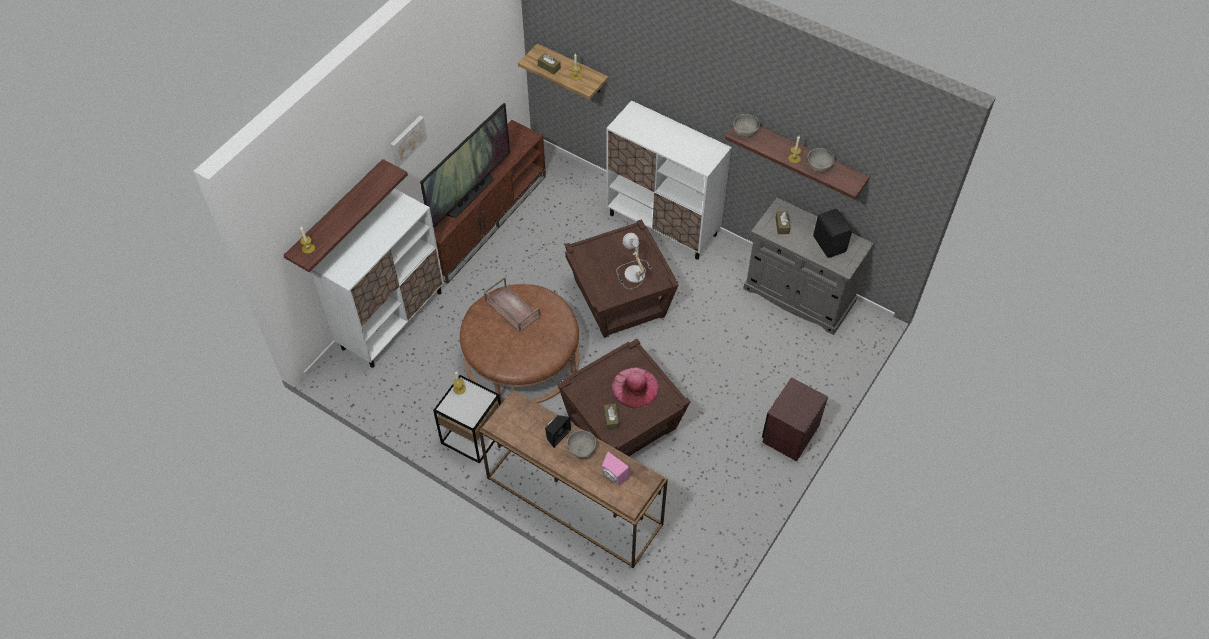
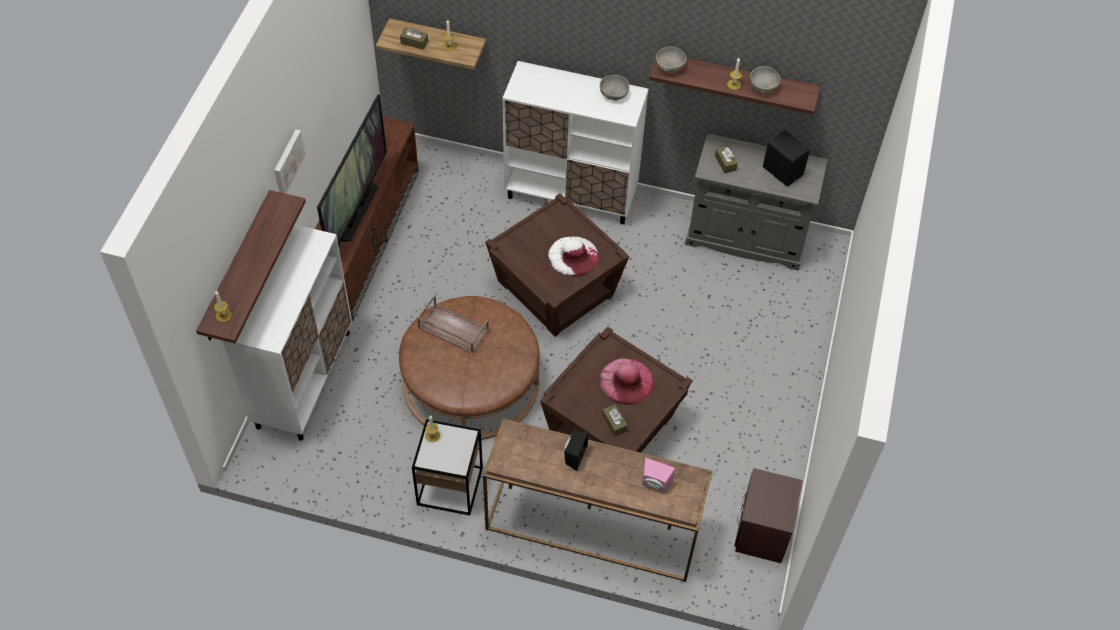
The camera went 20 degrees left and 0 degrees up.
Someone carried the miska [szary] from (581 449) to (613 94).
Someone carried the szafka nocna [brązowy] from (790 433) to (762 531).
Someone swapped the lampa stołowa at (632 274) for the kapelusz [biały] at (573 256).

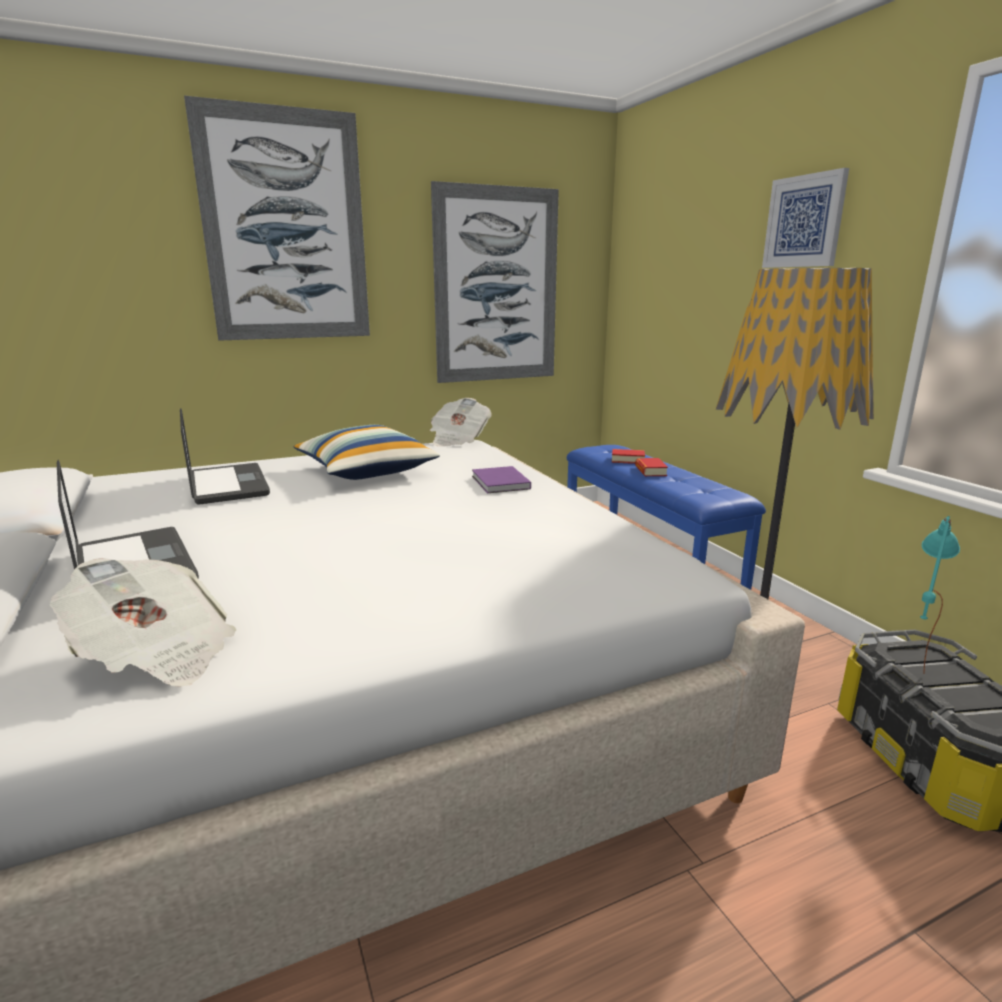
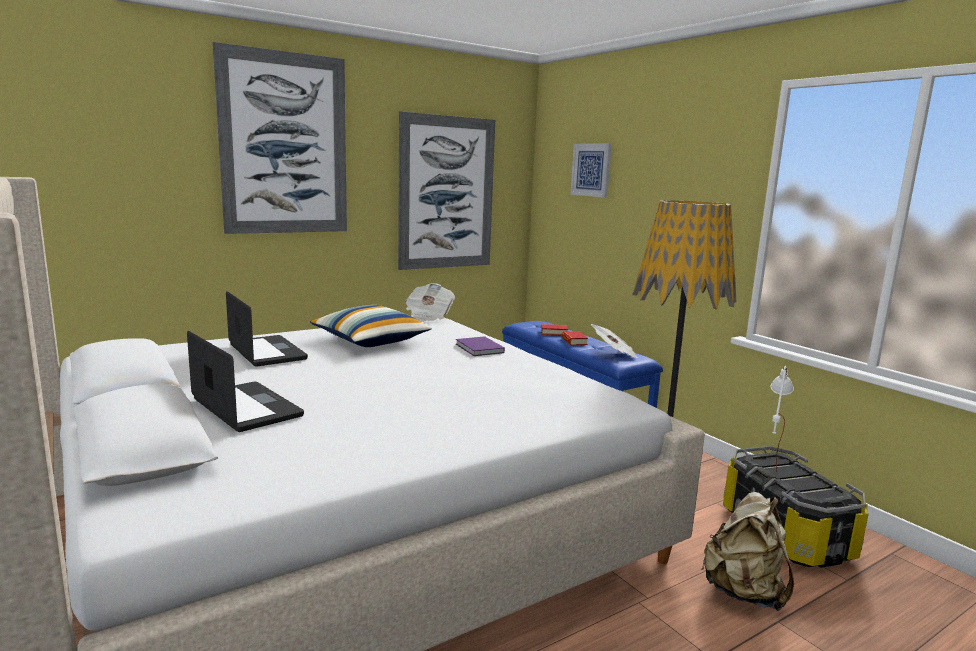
The camera went 10 degrees left and 5 degrees down.
Someone put down the plecak [beżowy] at (743 592).
Someone carried the gazeta from (156 654) to (614 354).
Someone carried the obraz from (804 221) to (591 170).
Someone repainted the lampa stołowa [turkusowy] at (913 654), which became the lampa stołowa [biały] at (769 461).

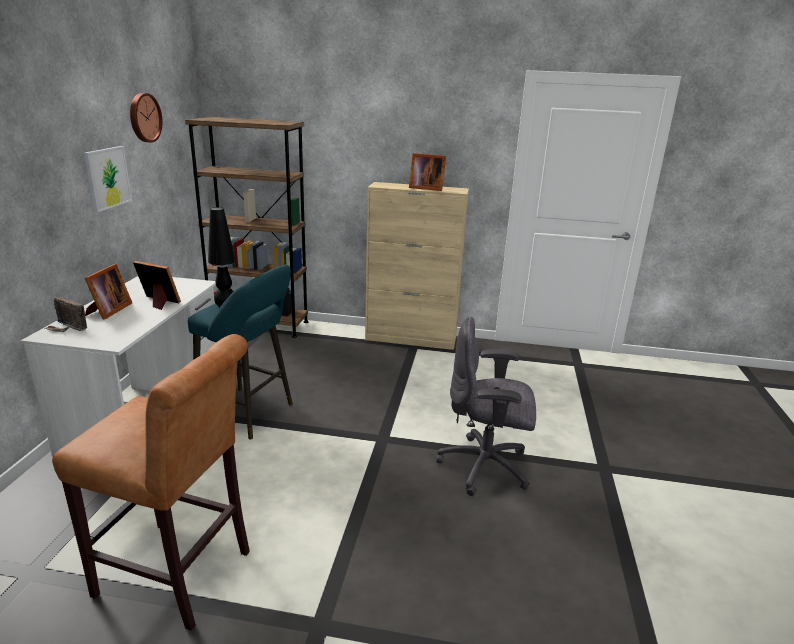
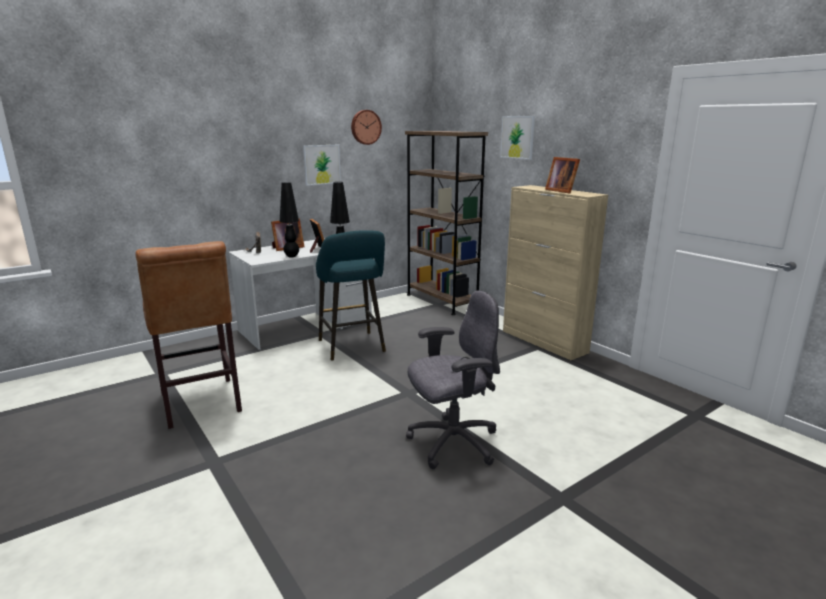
The camera went 45 degrees right and 5 degrees down.
Someone put down the lampa stołowa [czarny] at (291 256).
Someone put up the obraz at (517 137).
Someone rotated the krzesło biurowe [szary] at (485 467) by 105 degrees clockwise.

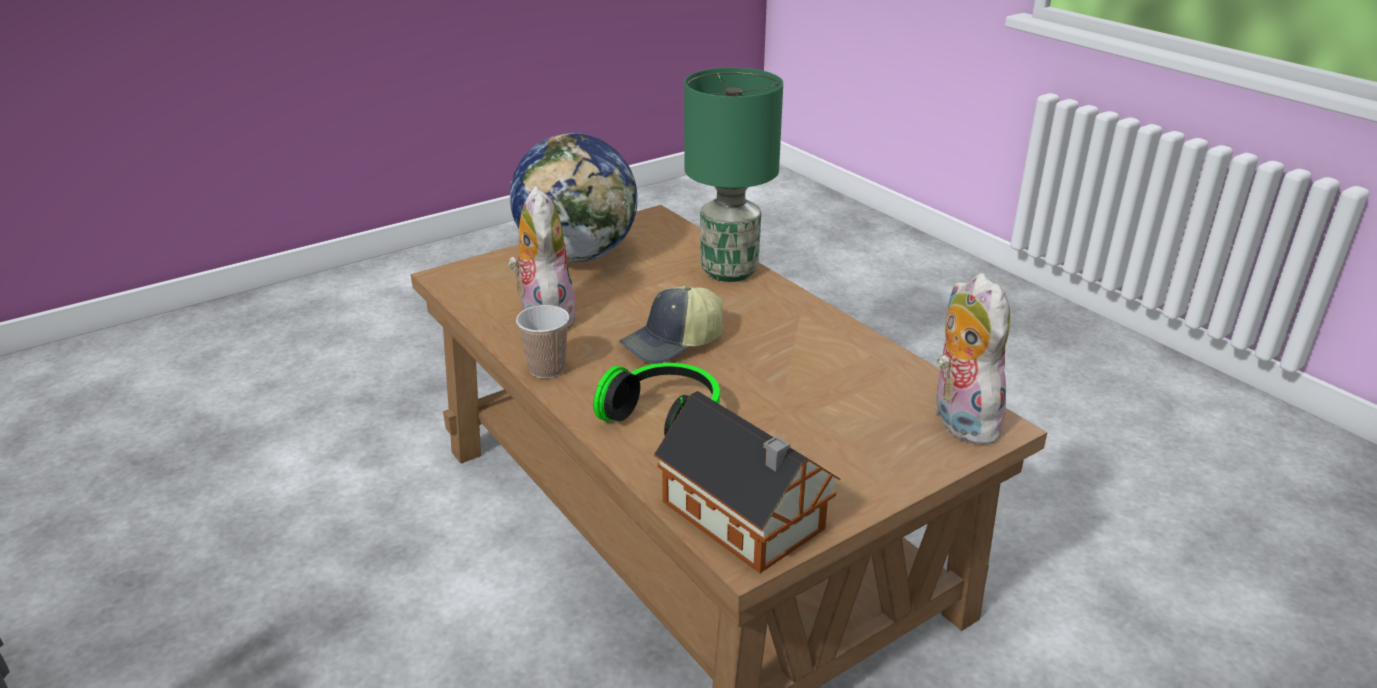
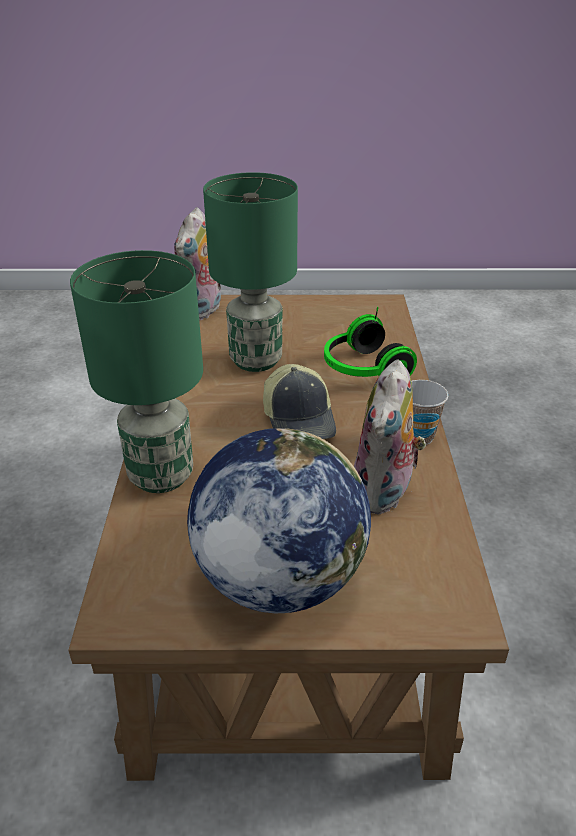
The camera went 145 degrees left and 5 degrees up.
Someone took away the domek at (746 519).
Someone put down the lampa stołowa [zielony] at (255 360).
Someone rotated the czapka z daszkiem at (673 343) by 75 degrees clockwise.

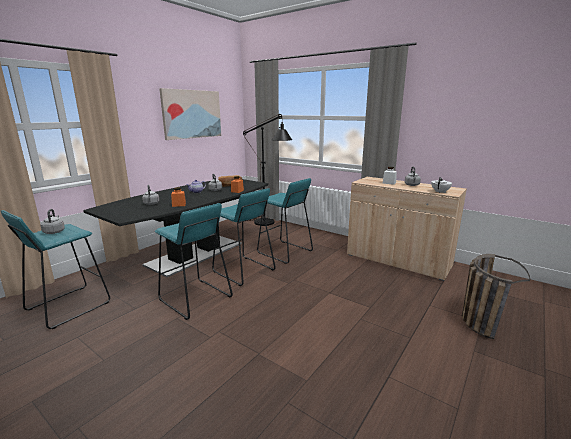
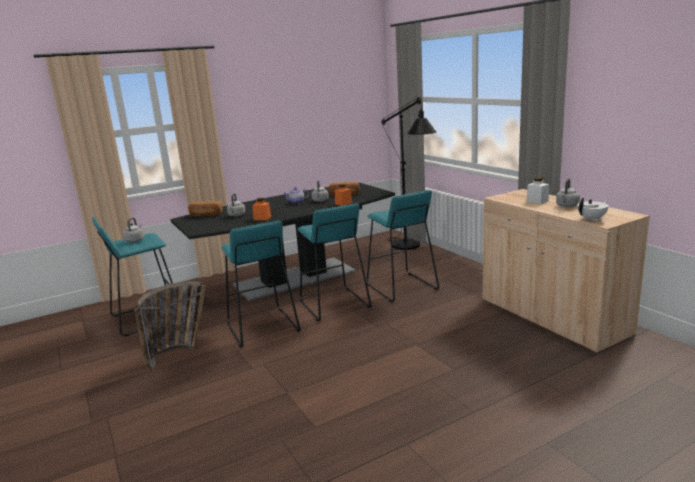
The camera went 25 degrees right and 0 degrees up.
Someone took away the obraz at (192 114).
Someone put down the chleb at (206 215).
Someone carried the koszyk from (478 319) to (179 352).

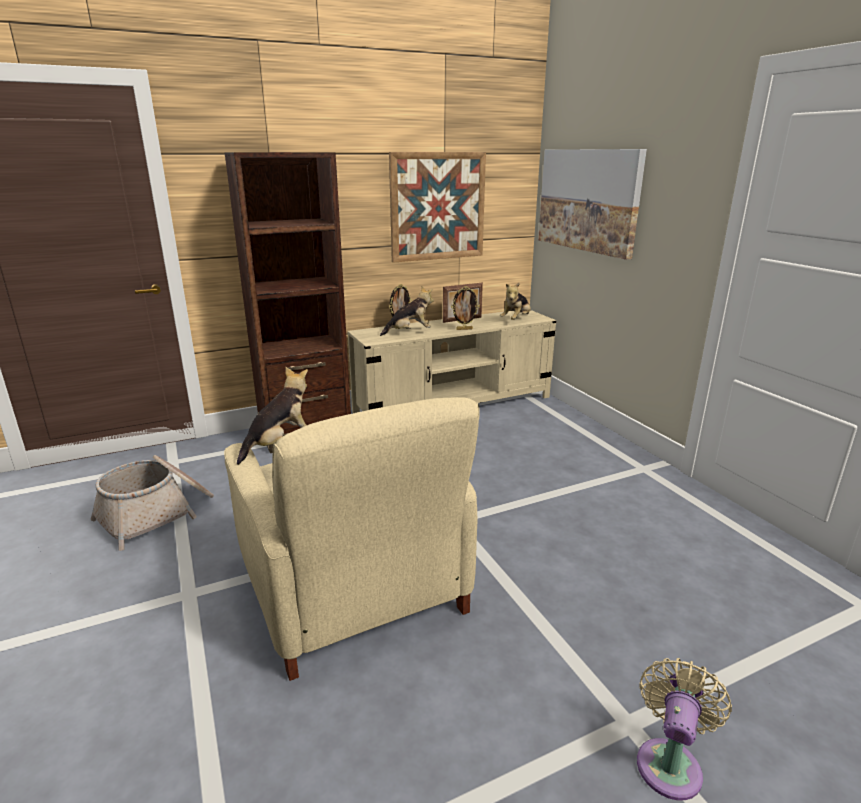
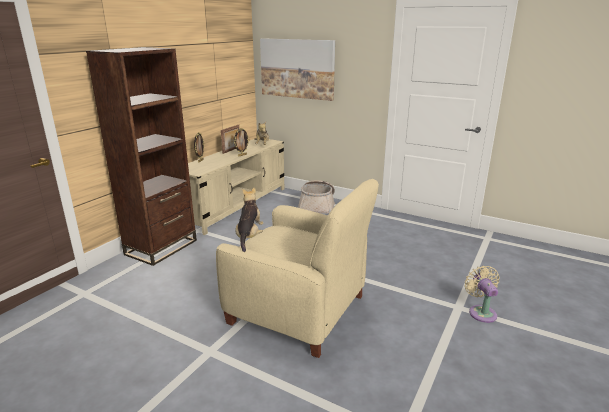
The camera went 35 degrees left and 0 degrees up.
Someone took away the pluszak at (409 332).
Someone took away the obraz at (437 206).
Someone carried the koszyk from (158 514) to (317 207).

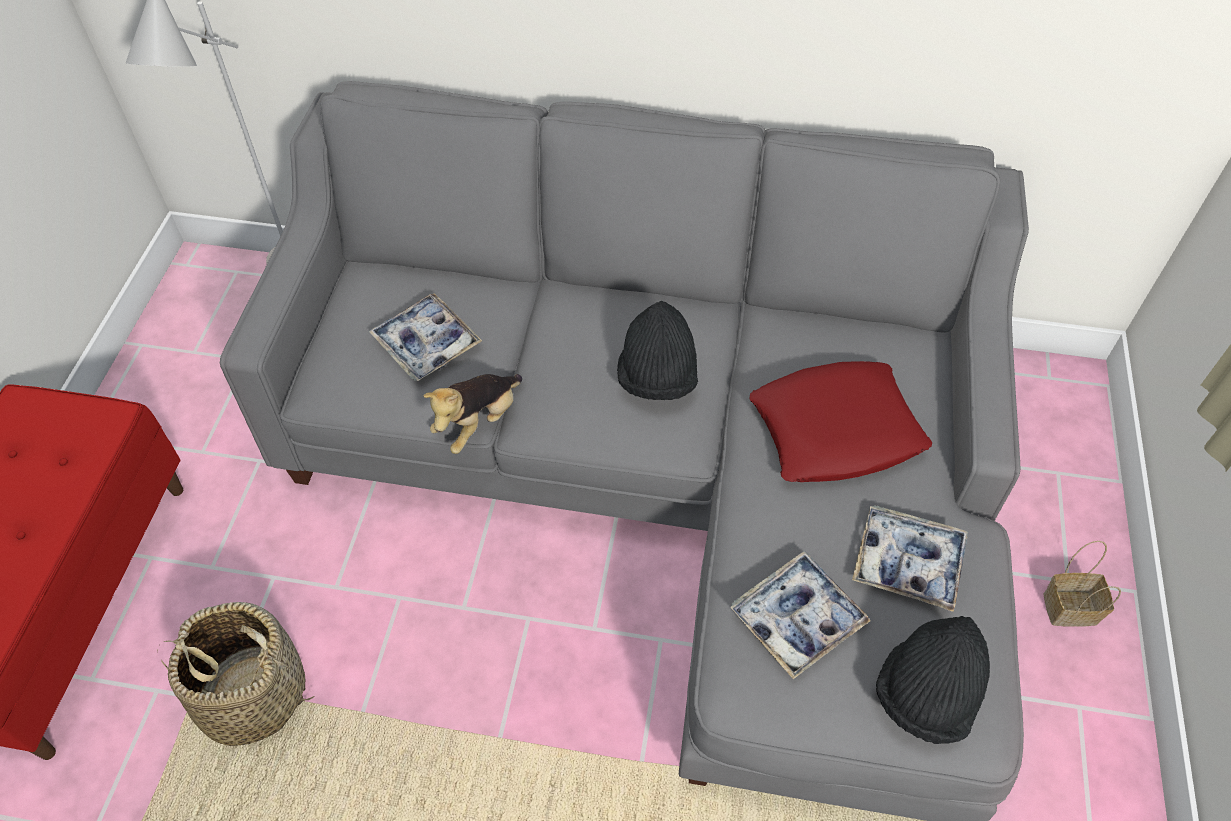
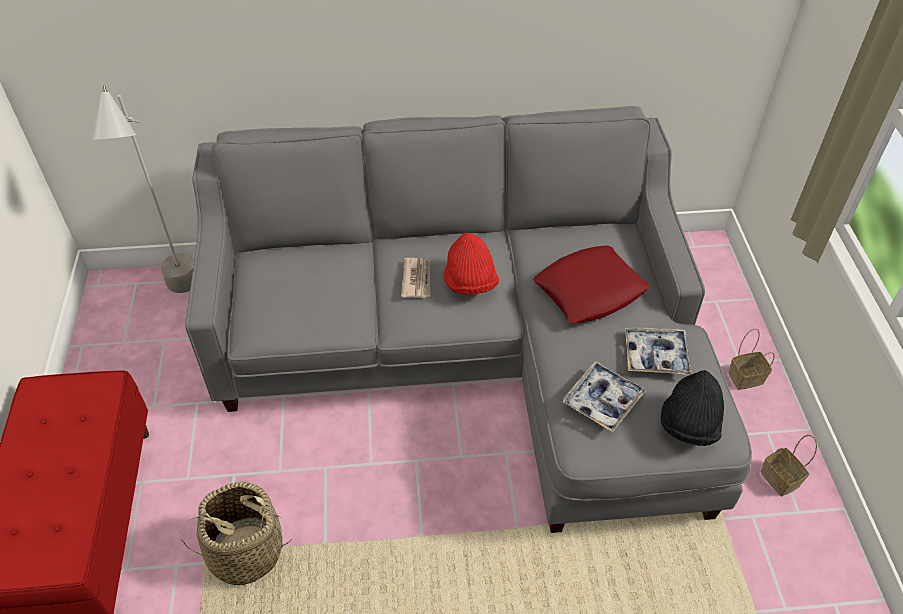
The camera went 15 degrees left and 5 degrees down.
Someone took away the taca at (426 343).
Someone took away the pluszak at (478 422).
Someone put down the gazeta at (417 279).
Someone put down the koszyk at (781 479).
Someone repainted the kapelusz [czarny] at (657 377), which became the kapelusz [czerwony] at (470 282).

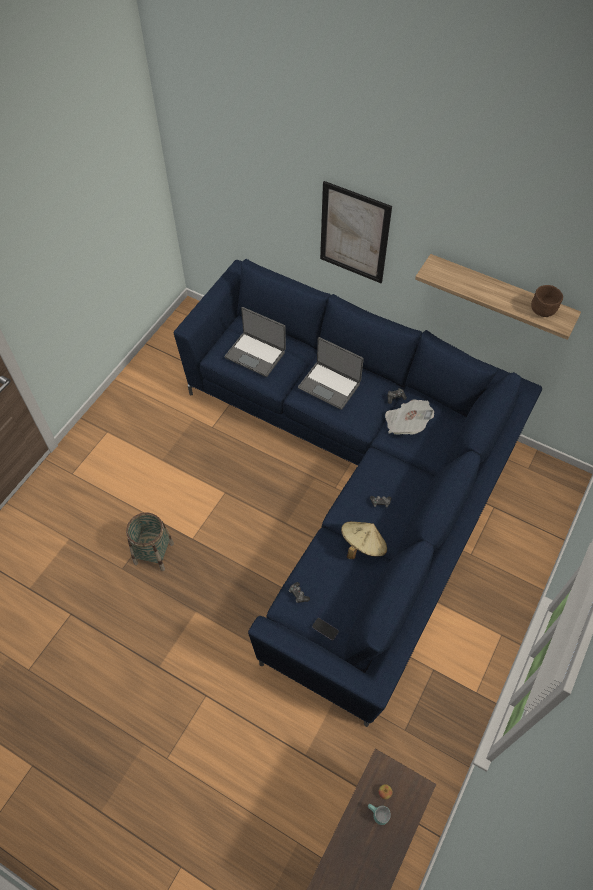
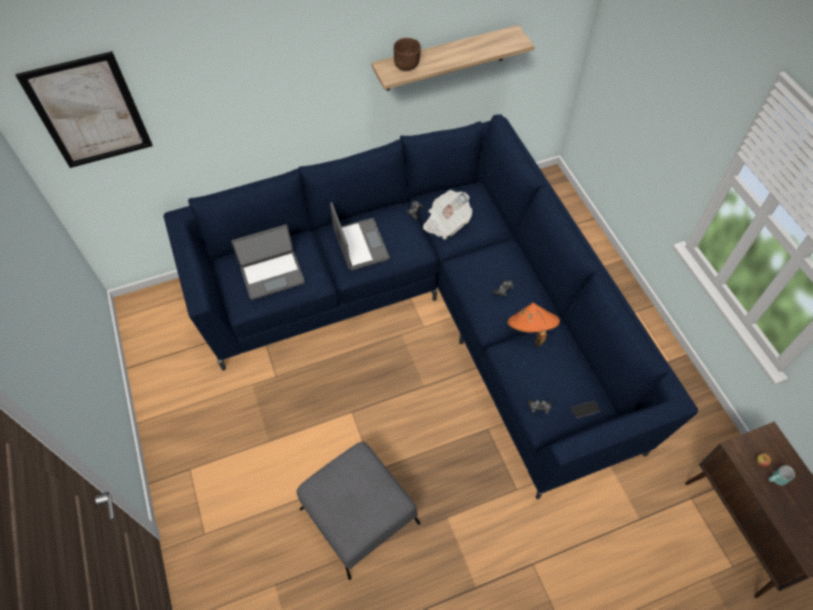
The camera went 50 degrees left and 0 degrees up.
Someone carried the obraz from (354 233) to (89 112).
Someone carried the miska [brązowy] from (542 312) to (407 66).
Someone swapped the koszyk at (153 553) for the pufa [szary] at (359 515).
Someone repainted the kapelusz [beżowy] at (362 545), which became the kapelusz [pomarańczowy] at (530 330).
Someone rotated the laptop at (330 385) by 90 degrees counterclockwise.

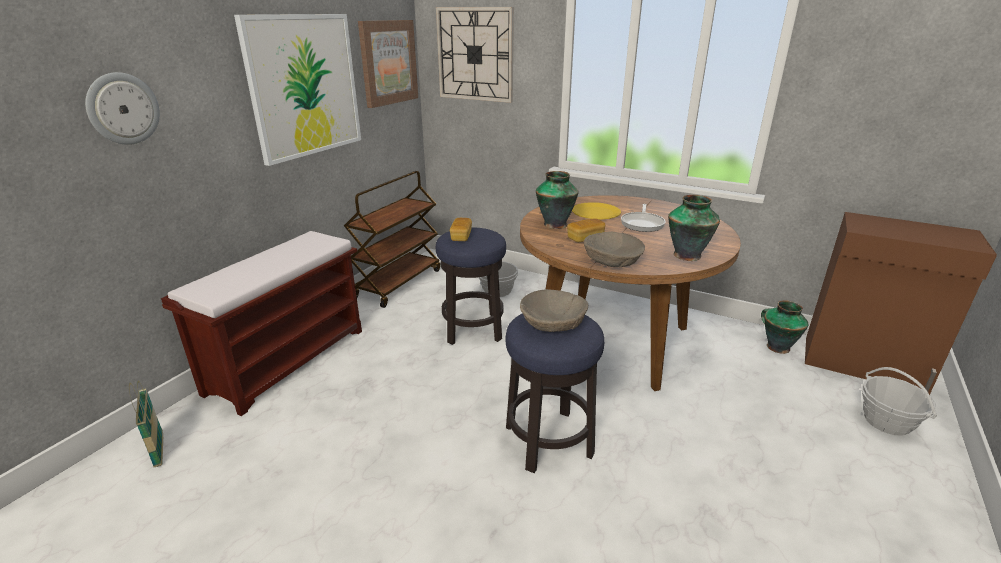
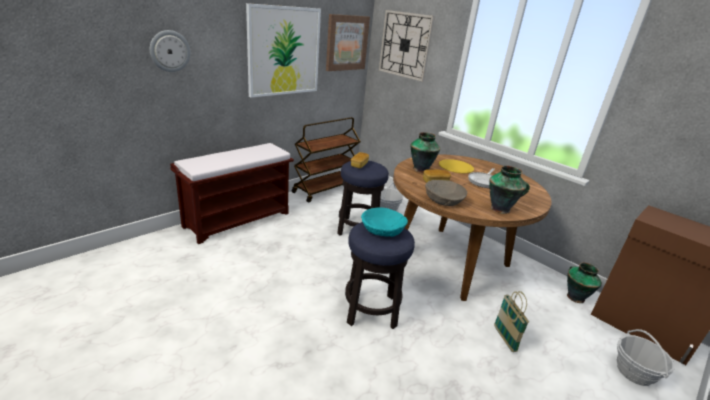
The camera went 15 degrees right and 0 degrees up.
Someone carried the koszyk from (159 450) to (504 339).
Someone repainted the miska [beżowy] at (552 322), which became the miska [turkusowy] at (382 230).

